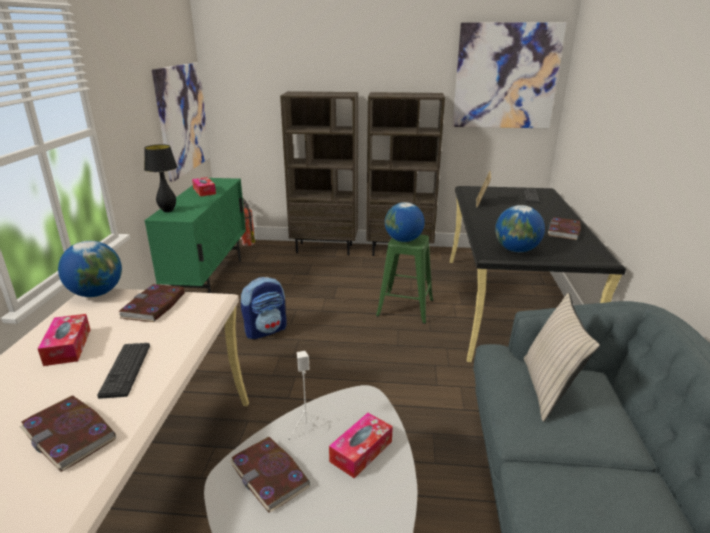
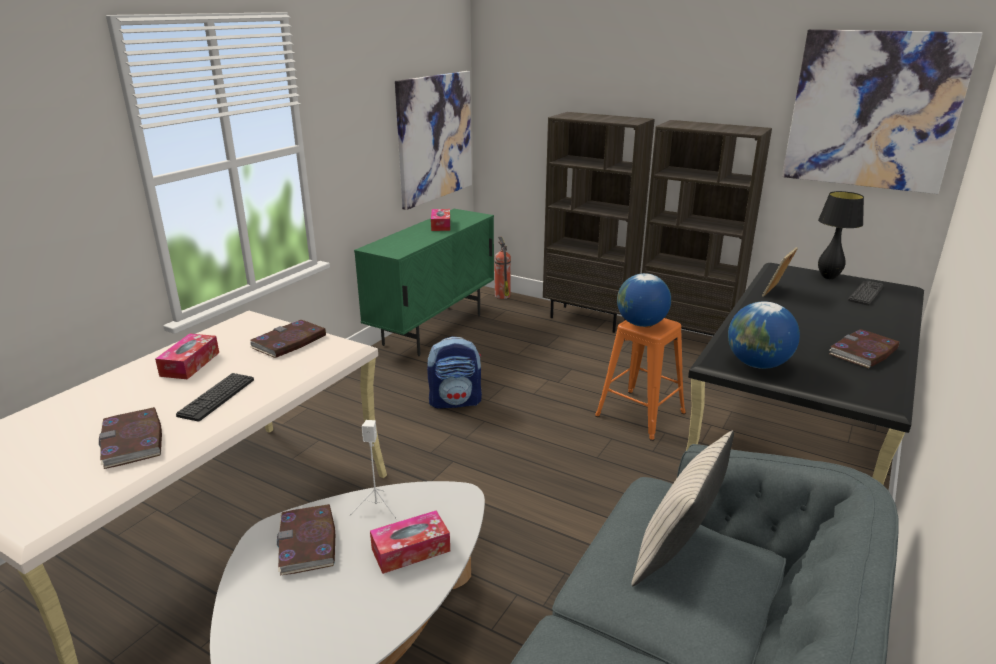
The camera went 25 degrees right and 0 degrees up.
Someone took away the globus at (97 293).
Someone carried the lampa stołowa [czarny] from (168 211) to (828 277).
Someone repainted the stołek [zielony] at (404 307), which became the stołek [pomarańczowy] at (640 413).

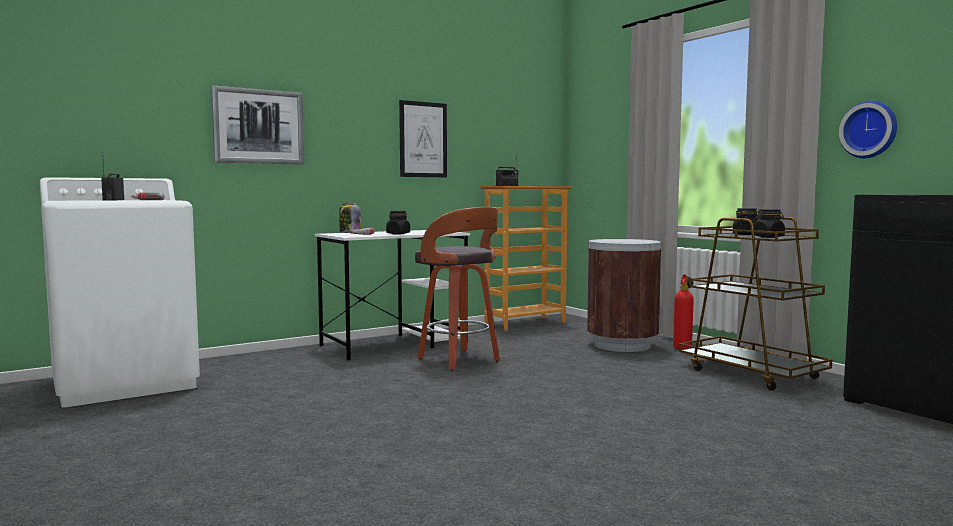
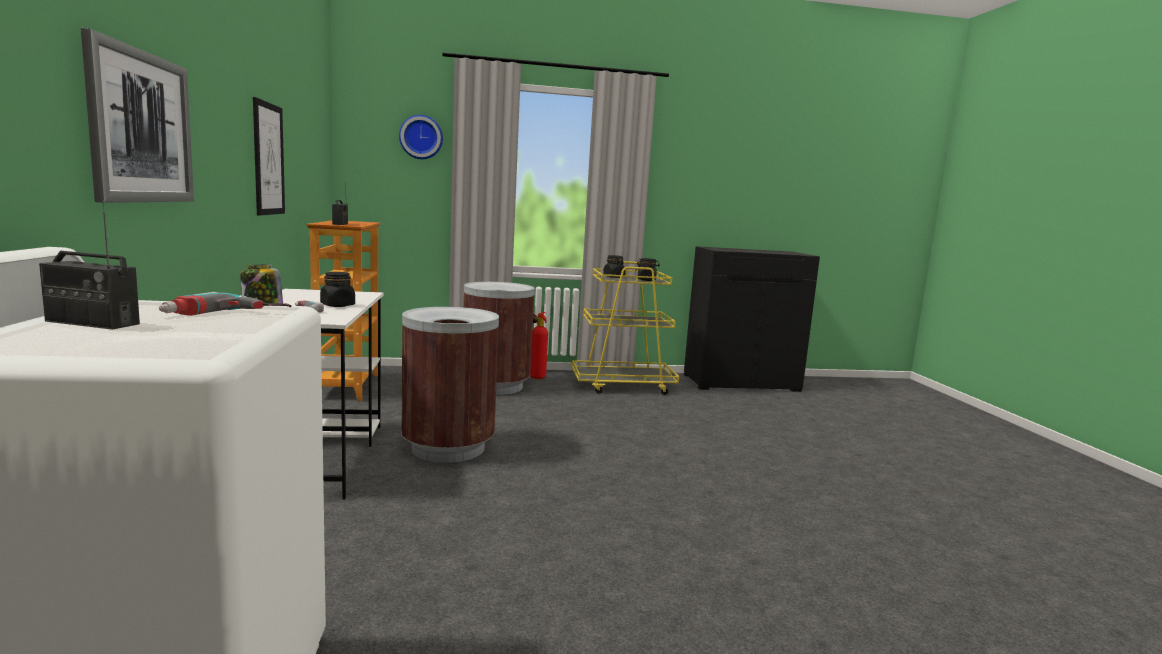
The camera went 65 degrees left and 5 degrees up.
Someone carried the zegar ścienny from (869 130) to (421 137).
Someone swapped the stołek at (460 360) for the kosz na śmieci [brązowy] at (448 448).
Someone repainted the wózek [brązowy] at (751 373), which became the wózek [żółty] at (623 385).

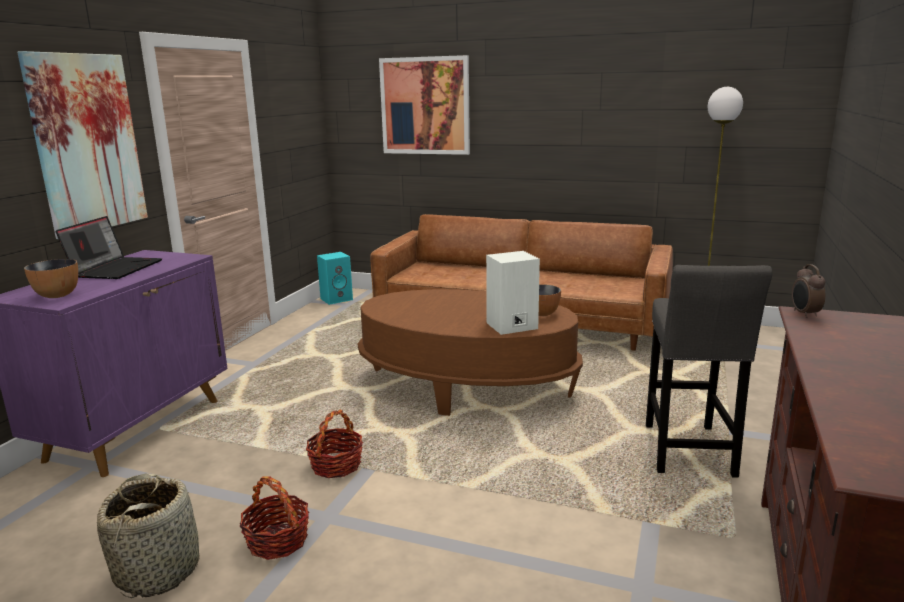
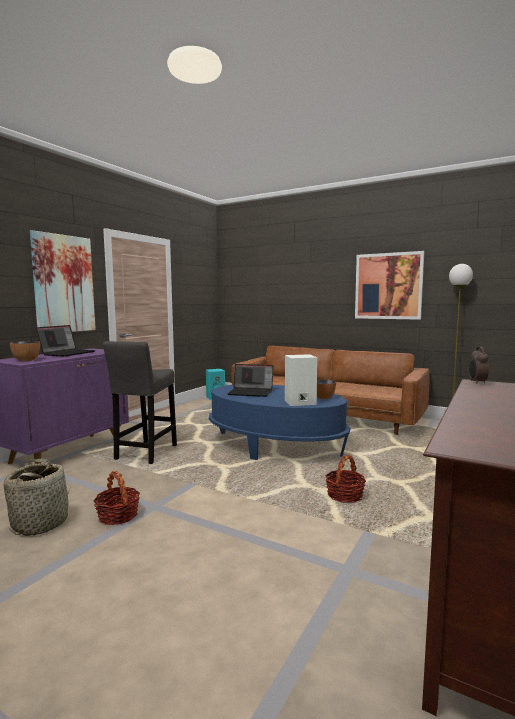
The camera went 10 degrees right and 10 degrees down.
Someone put down the laptop at (251 392).
Someone carried the koszyk from (336 465) to (345 495).
Someone carried the obraz from (425 106) to (388 286).
Someone carried the stołek [szary] from (688 453) to (145 454).
Someone repainted the ława [brązowy] at (466 386), which became the ława [niebieski] at (275 446).

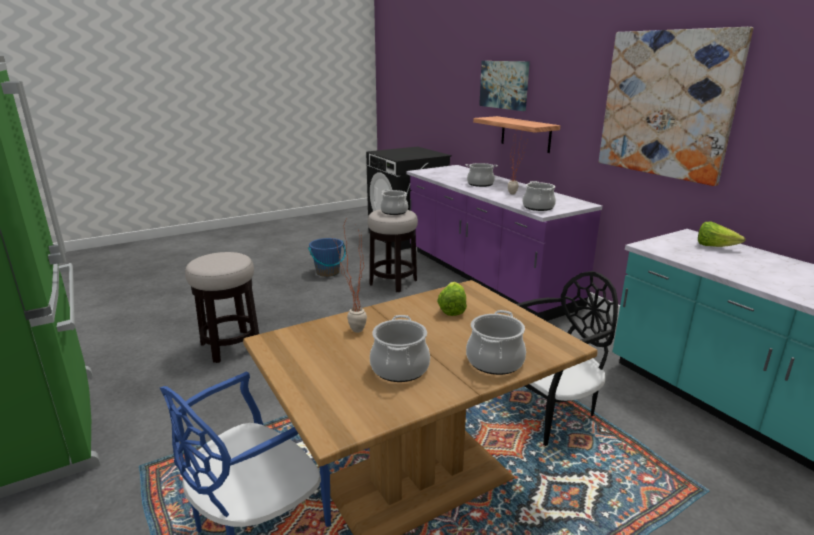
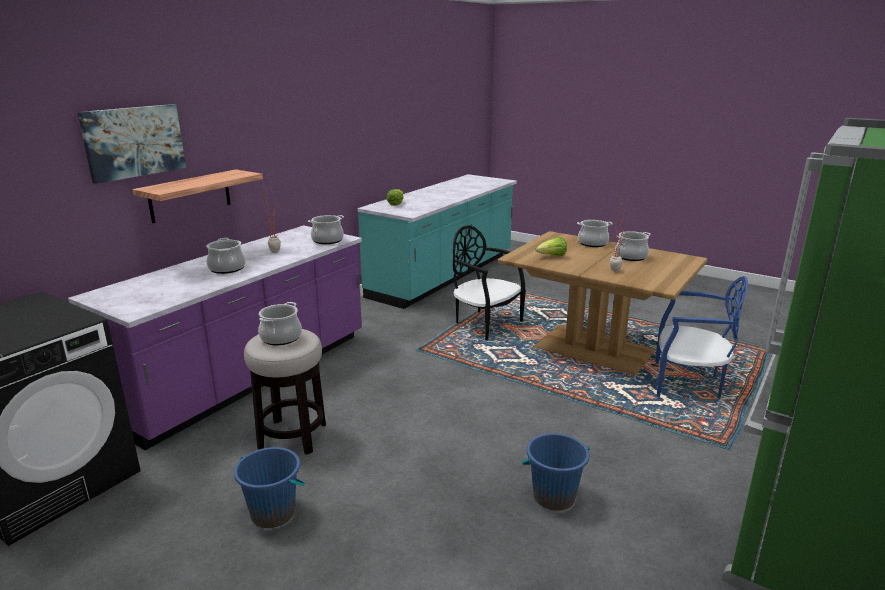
The camera went 115 degrees left and 0 degrees up.
Someone took away the obraz at (666 104).
Someone swapped the stołek at (231 346) for the wiadro [niebieski] at (553 496).

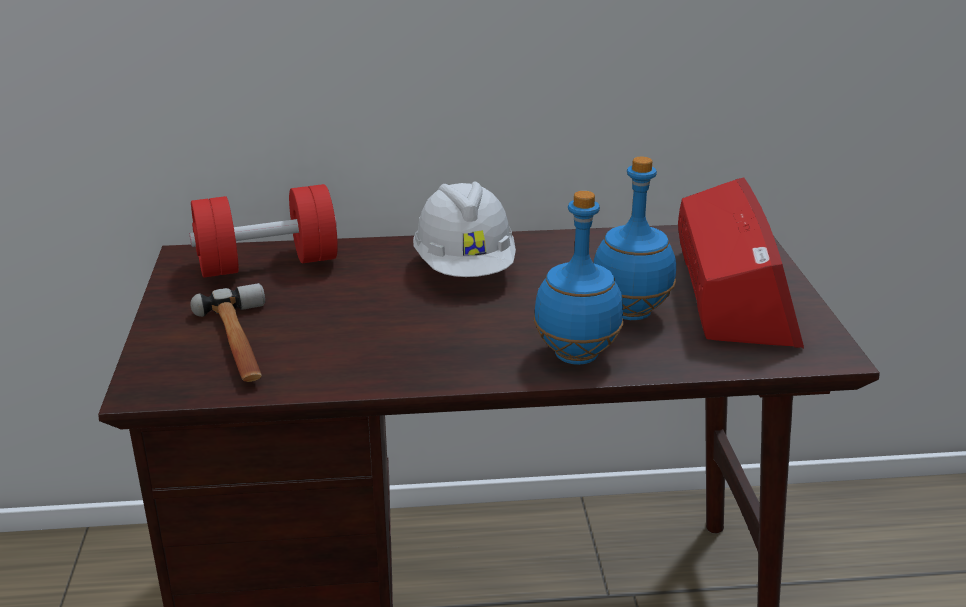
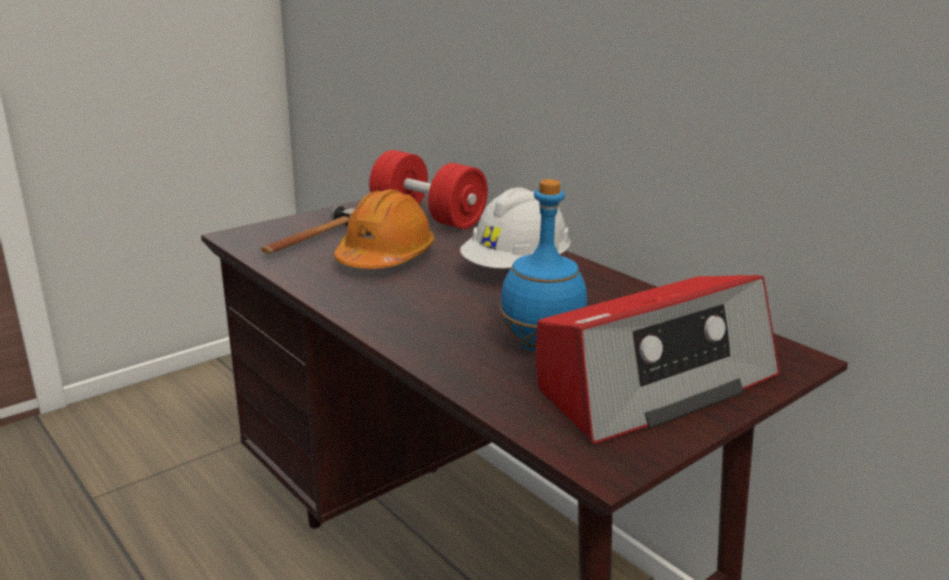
The camera went 55 degrees right and 5 degrees down.
Someone took away the butelka [niebieski] at (577 355).
Someone put down the kask [pomarańczowy] at (385 257).

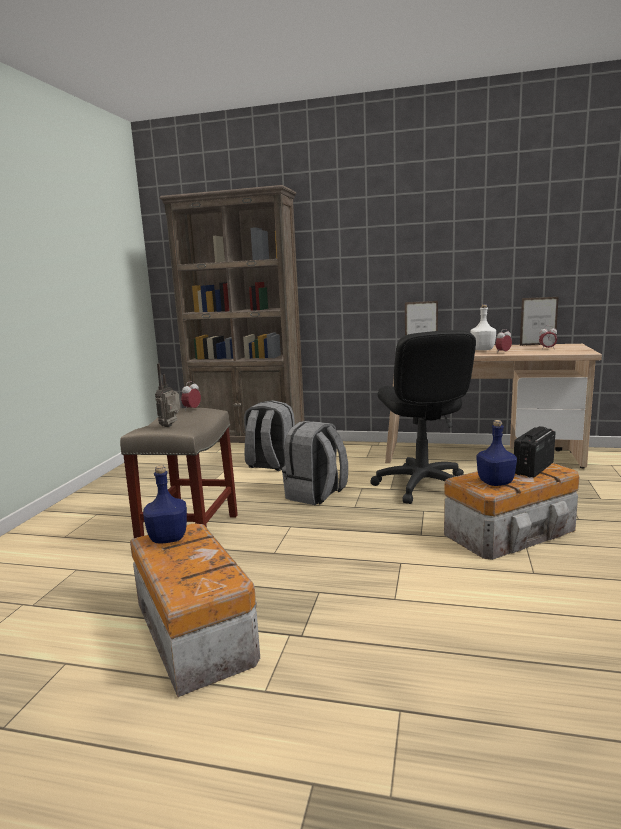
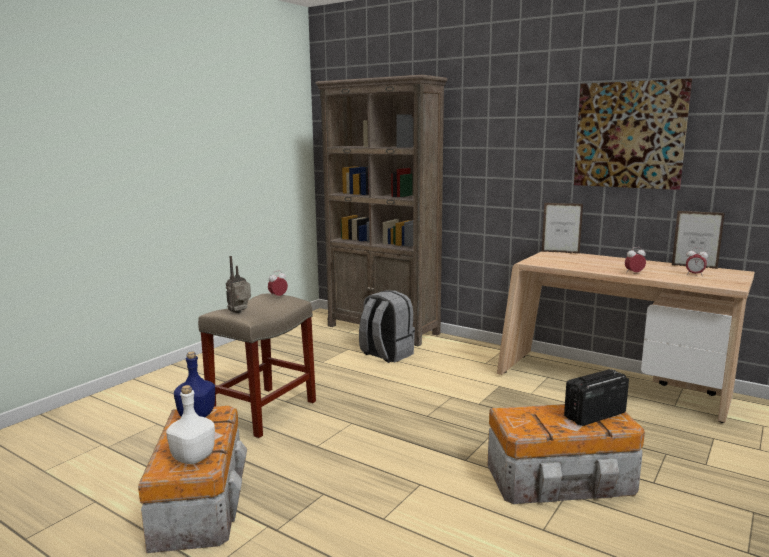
The camera went 20 degrees right and 0 degrees up.
Someone took away the plecak [szary] at (316 495).
Someone took away the krzesło biurowe [czarny] at (421 485).
Someone took away the butelka [niebieski] at (495 482).
Someone put up the obraz at (630 135).
Someone carried the butelka [biały] from (482 350) to (192 457).

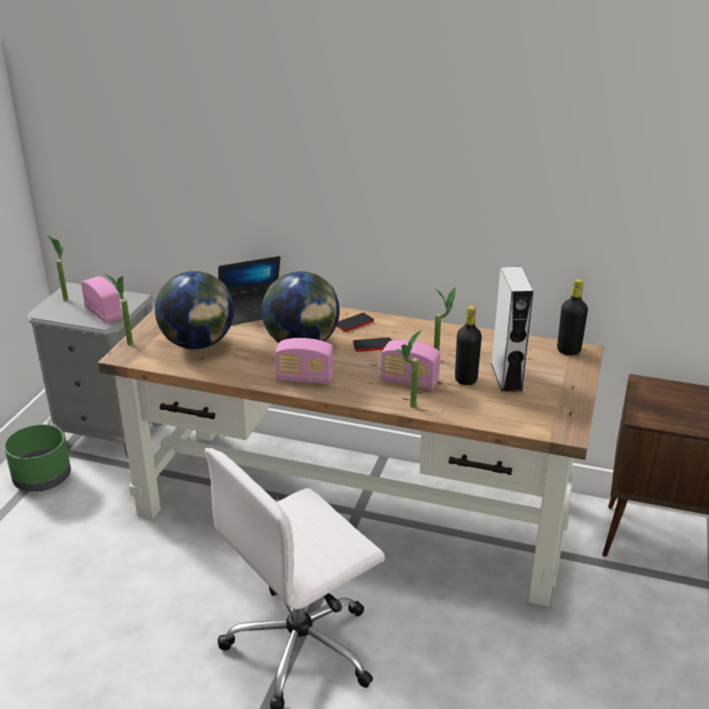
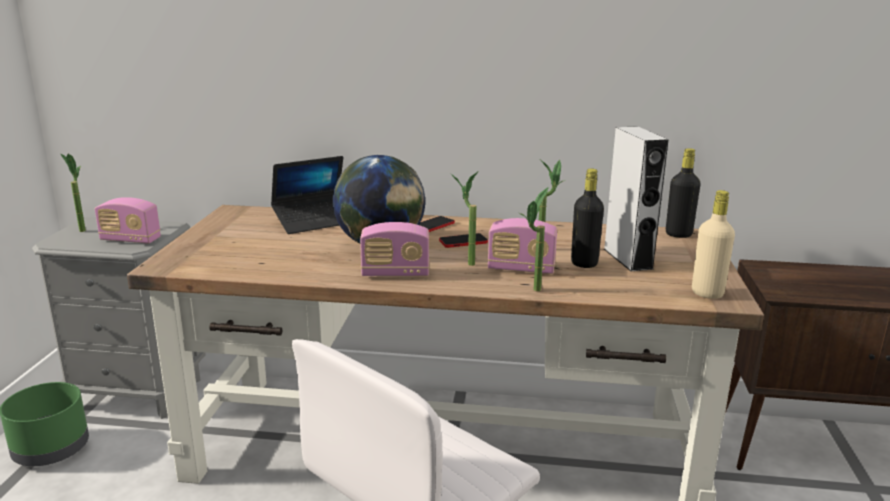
The camera went 10 degrees left and 10 degrees down.
Someone took away the globus at (198 344).
Someone put down the butelka [beżowy] at (707 293).
Someone carried the roślina doniczkowa from (126 341) to (464 263).
Someone rotated the radio at (103 313) by 150 degrees clockwise.

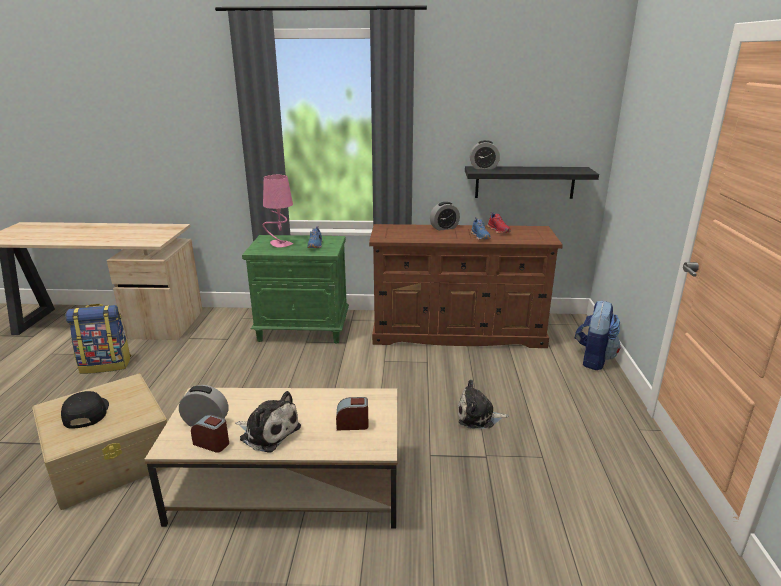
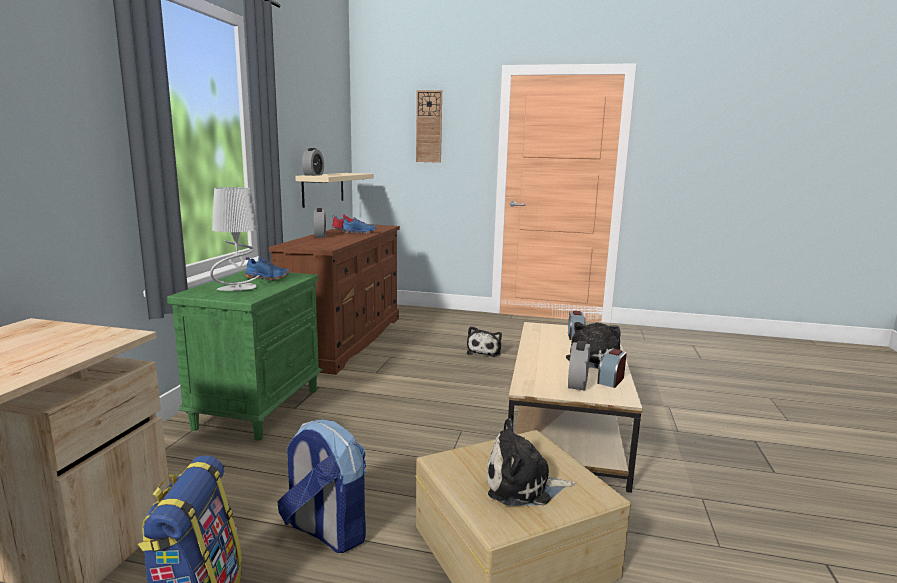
The camera went 80 degrees left and 10 degrees down.
Someone put up the zegar ścienny at (429 126).
Someone carried the plecak from (593 359) to (325 531).
Someone swapped the czapka z daszkiem [czarny] at (85 413) for the pluszak at (523 486).
Someone repainted the lampa stołowa [różowy] at (280 244), which became the lampa stołowa [szary] at (238 289).
Someone repainted the półka [czarny] at (524 182), which became the półka [beżowy] at (323 189).

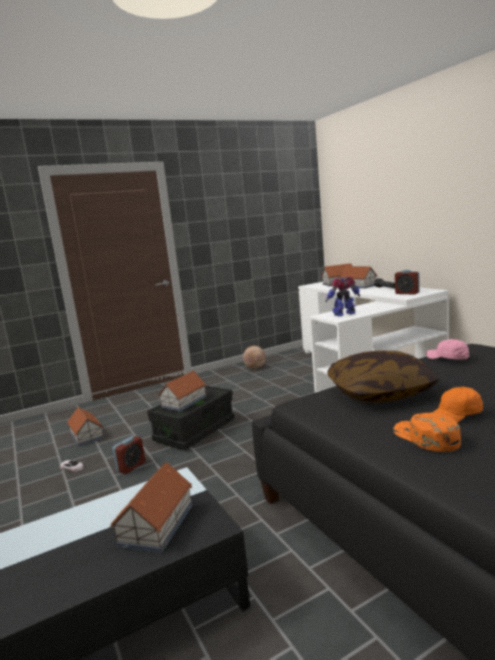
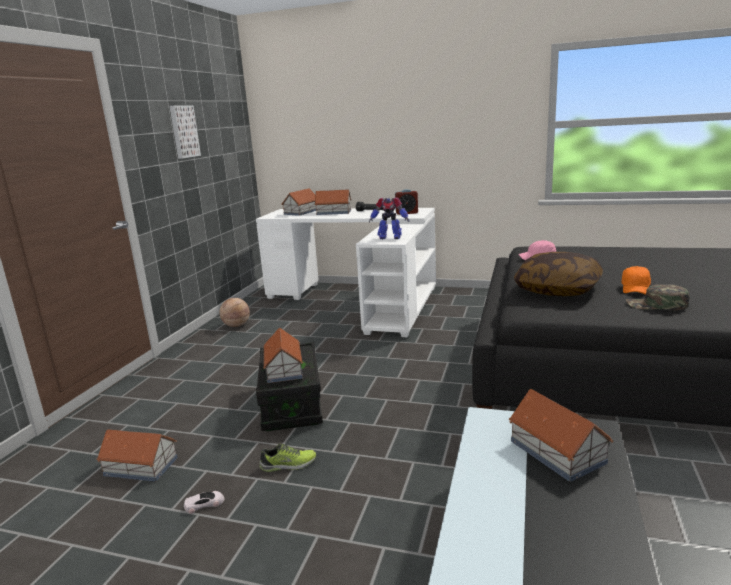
The camera went 45 degrees left and 5 degrees up.
Someone put up the obraz at (183 131).
Someone swapped the budzik at (131 467) for the but at (288 465).
Someone repainted the czapka z daszkiem [pomarańczowy] at (425 437), which became the czapka z daszkiem [zielony] at (656 305).
Someone rotated the robot zabawkowy at (345 314) by 105 degrees counterclockwise.

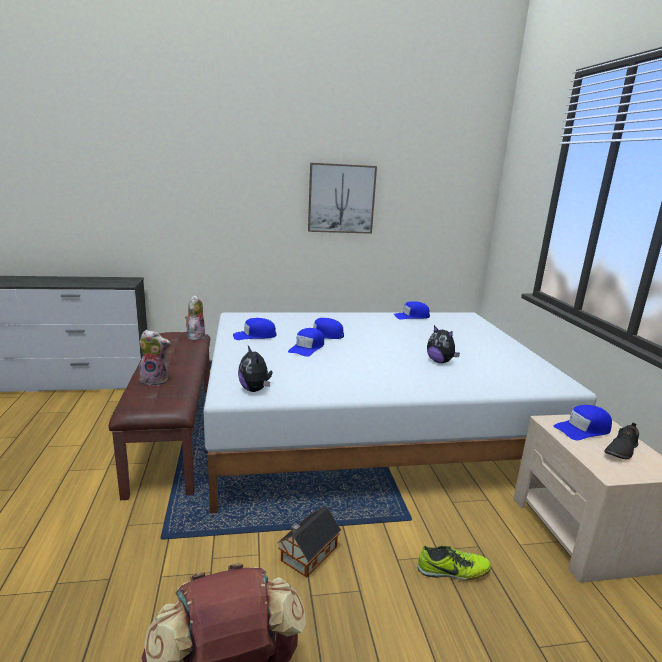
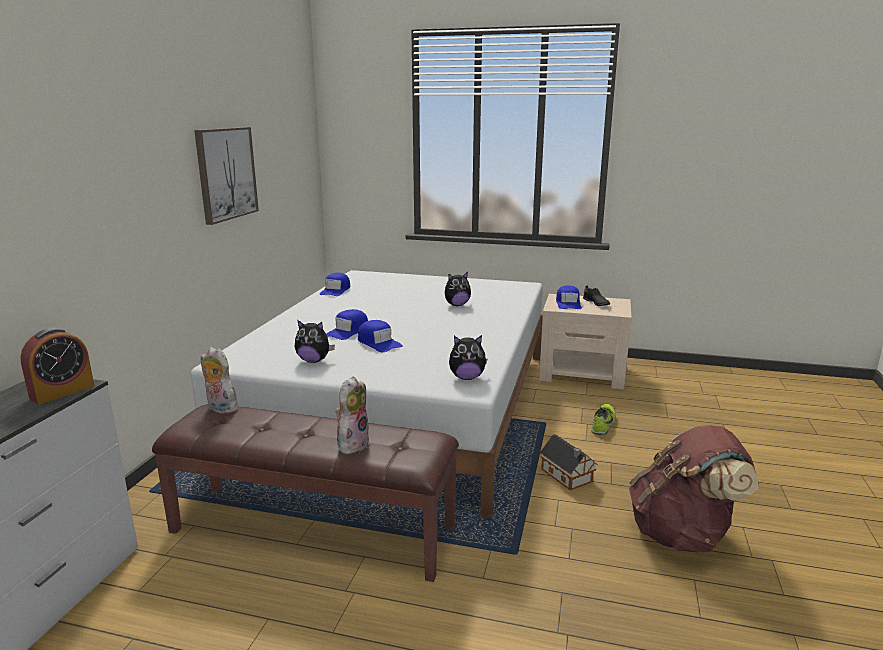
The camera went 65 degrees left and 0 degrees up.
Someone put down the budzik at (62 392).
Someone swapped the czapka z daszkiem [niebieski] at (254 336) for the pluszak at (314 361).

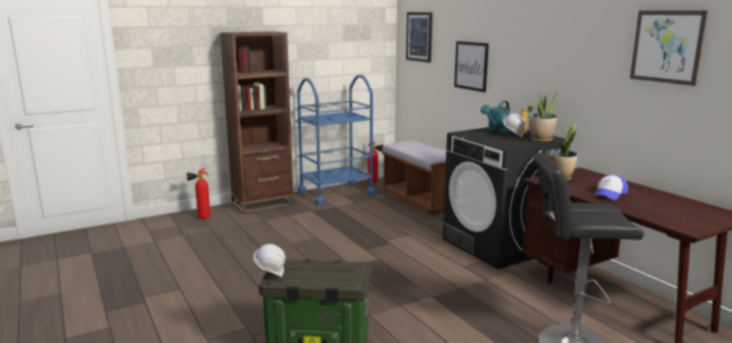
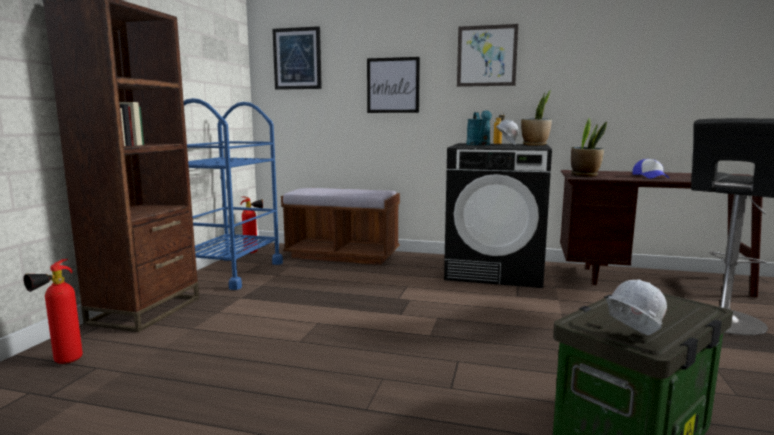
The camera went 45 degrees left and 5 degrees down.
Someone carried the obraz from (666 46) to (486 56).

